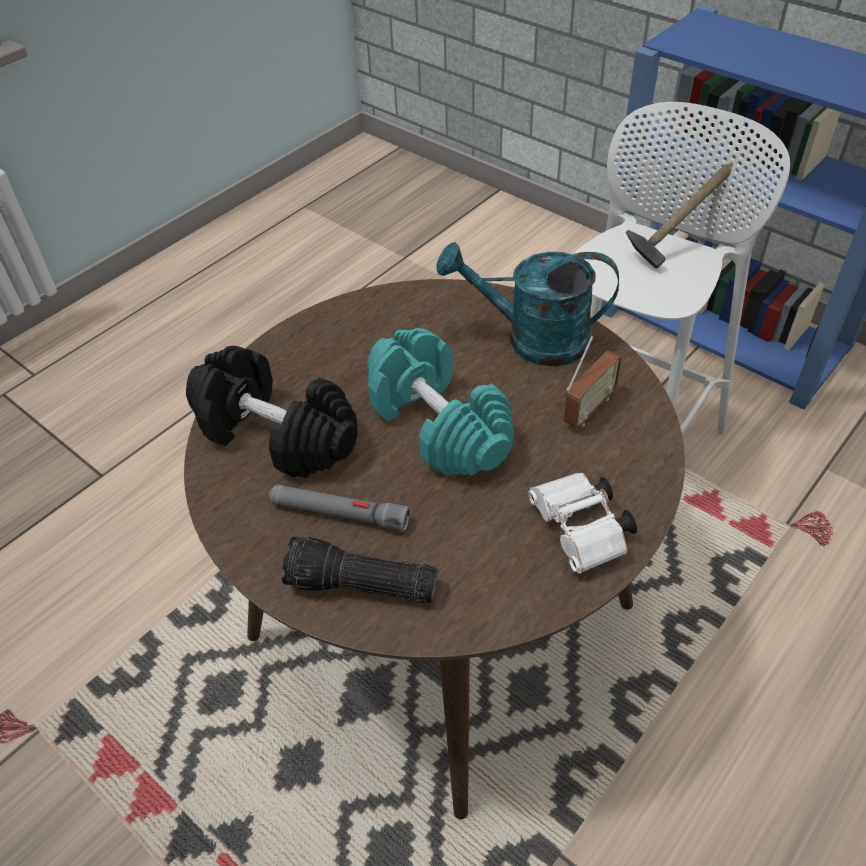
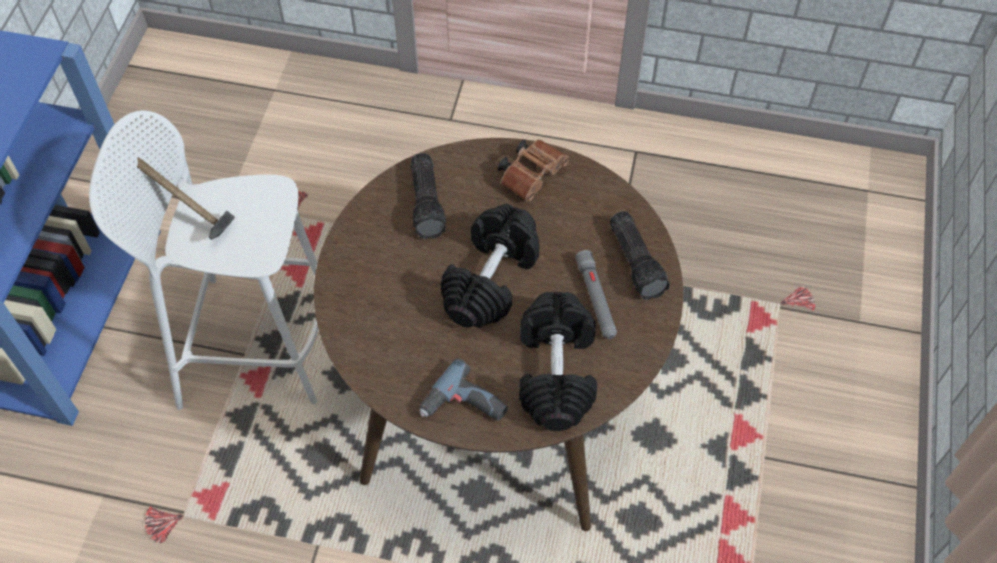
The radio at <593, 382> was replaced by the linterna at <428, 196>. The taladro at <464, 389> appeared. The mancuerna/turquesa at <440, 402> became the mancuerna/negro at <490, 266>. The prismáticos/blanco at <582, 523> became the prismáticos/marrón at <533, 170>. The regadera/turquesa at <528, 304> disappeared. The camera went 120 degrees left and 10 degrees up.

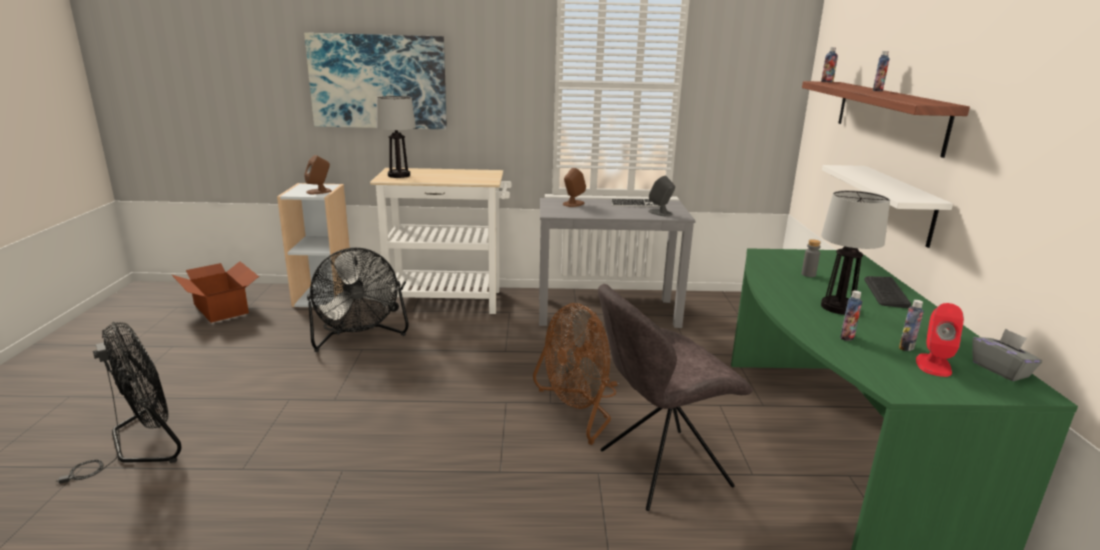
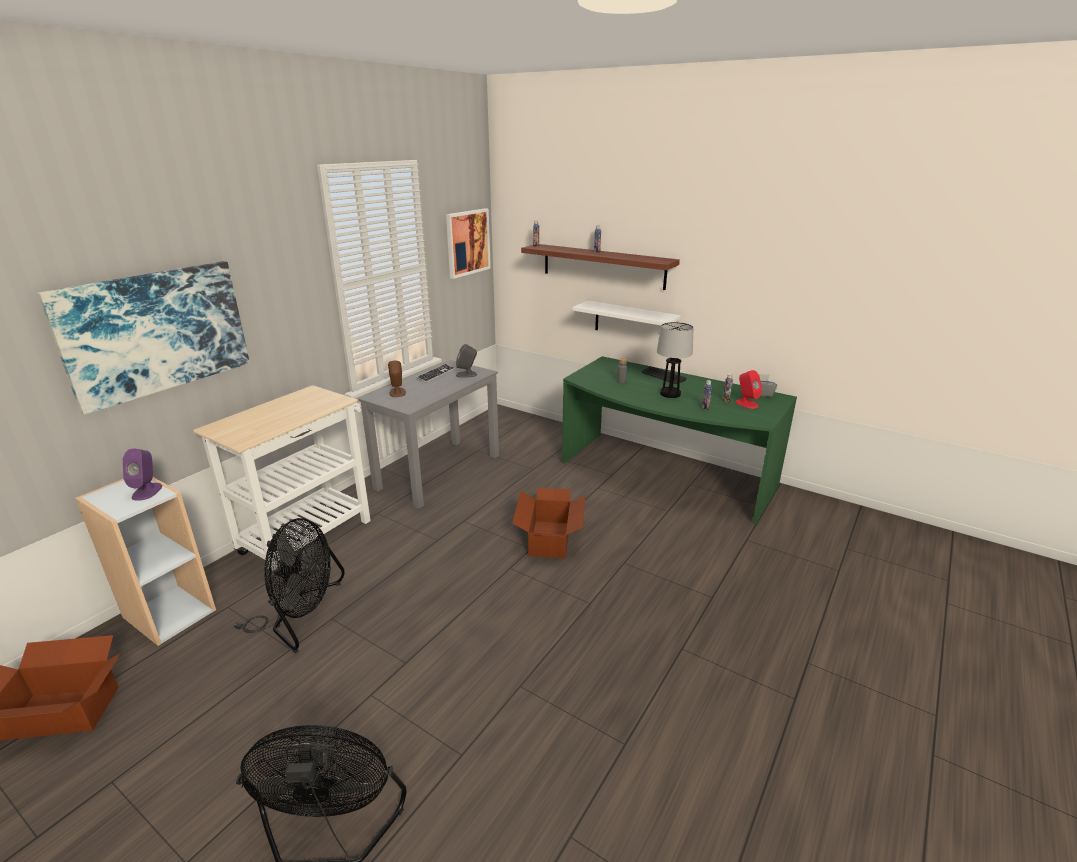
The altavoz/marrón at <318, 174> became the altavoz/morado at <142, 474>. The cuadro at <468, 243> appeared. The ventilador/marrón at <575, 374> was replaced by the caja de cartón at <549, 523>. The lámpara de mesa at <396, 137> disappeared. The silla/gris at <675, 397> disappeared. The camera went 55 degrees left and 5 degrees up.

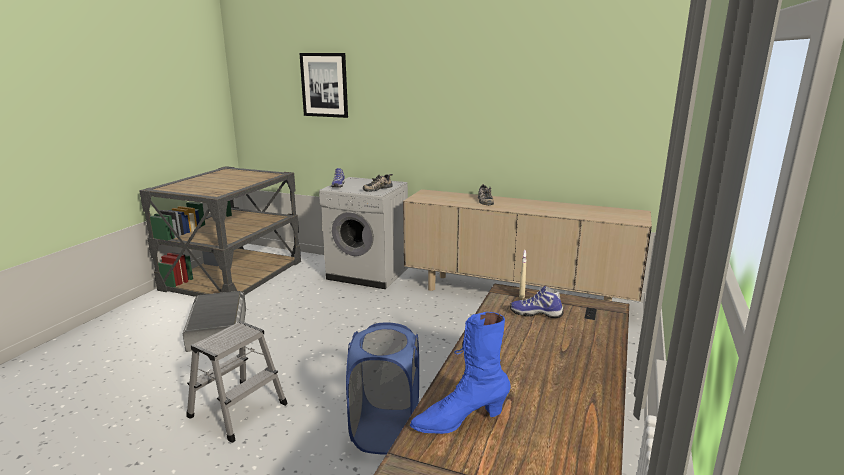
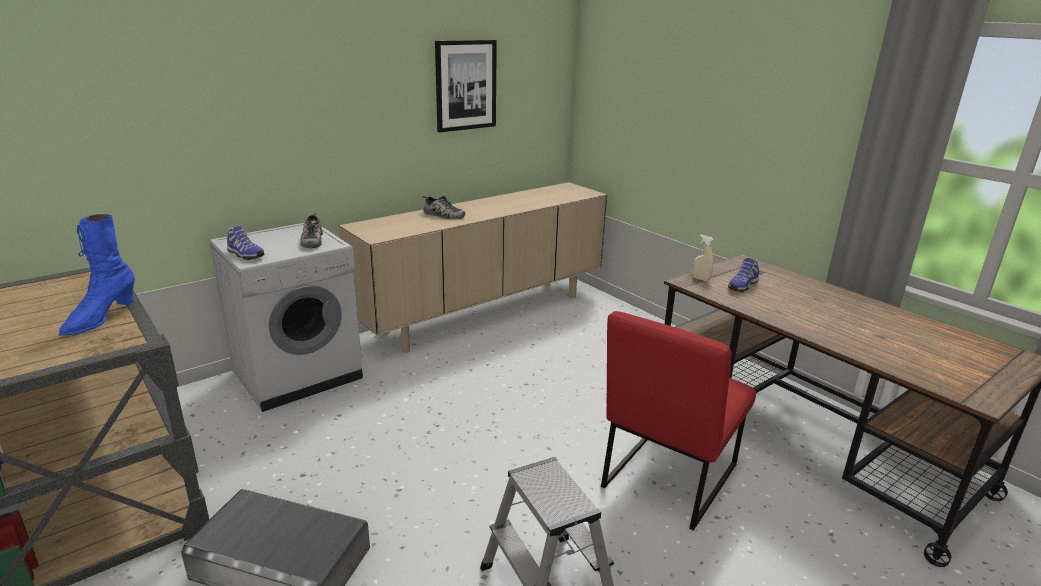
The bota/azul moved from <460, 373> to <97, 274>. The cuadro moved from <323, 85> to <466, 86>. The cesto de la ropa/azul at <382, 389> was replaced by the silla/rojo at <678, 421>. The camera went 60 degrees left and 5 degrees up.

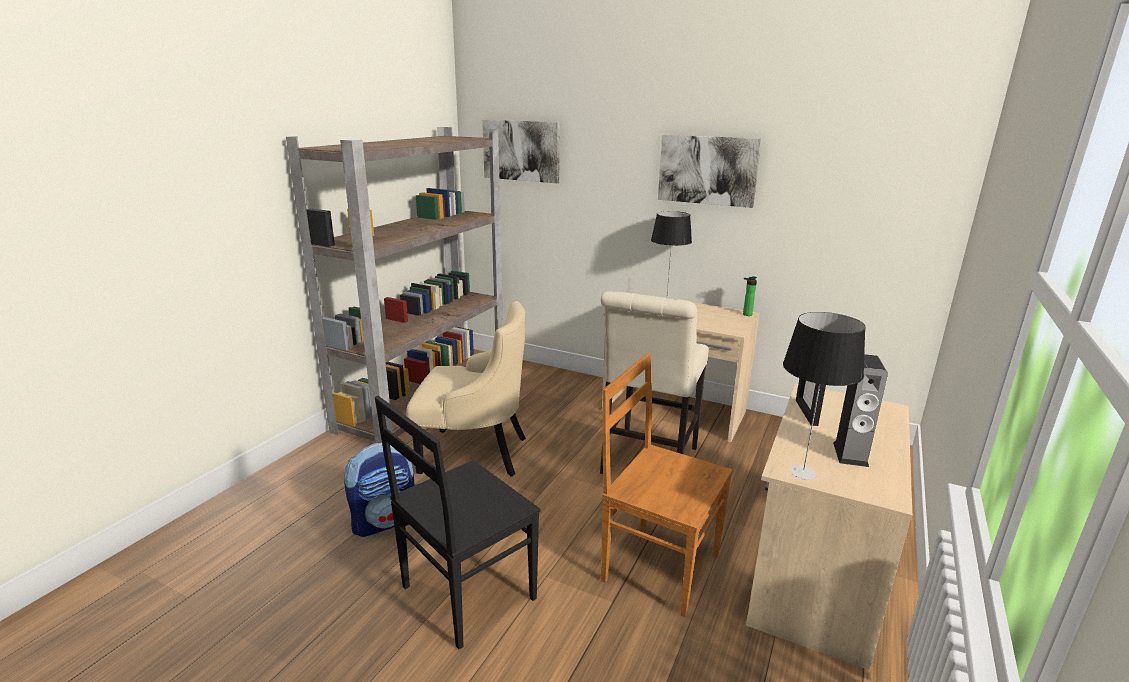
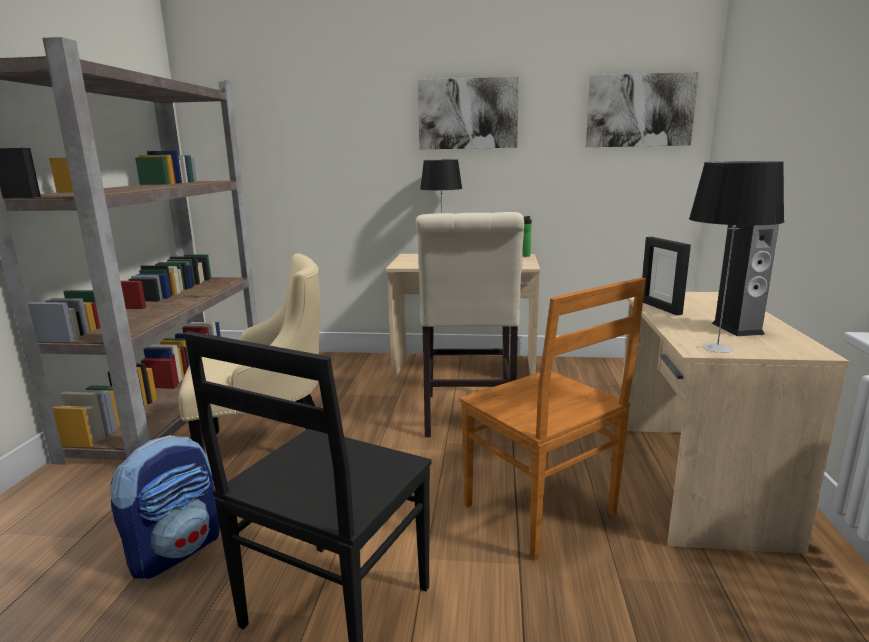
The silla/marrón at <667, 485> turned 135 degrees counterclockwise. The cuadro moved from <521, 151> to <642, 109>. The camera went 20 degrees left and 5 degrees down.

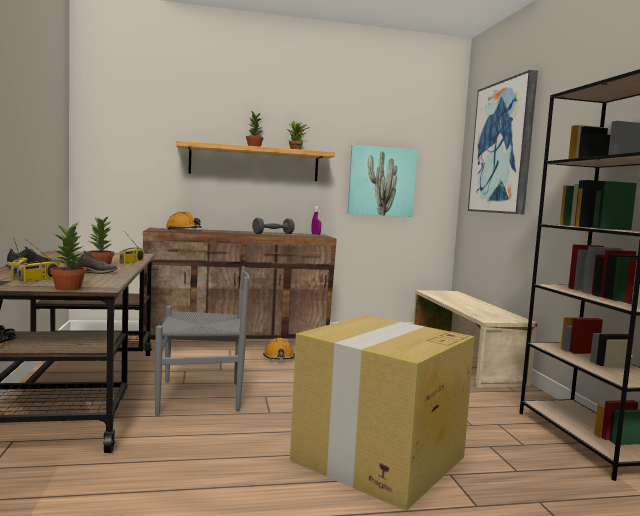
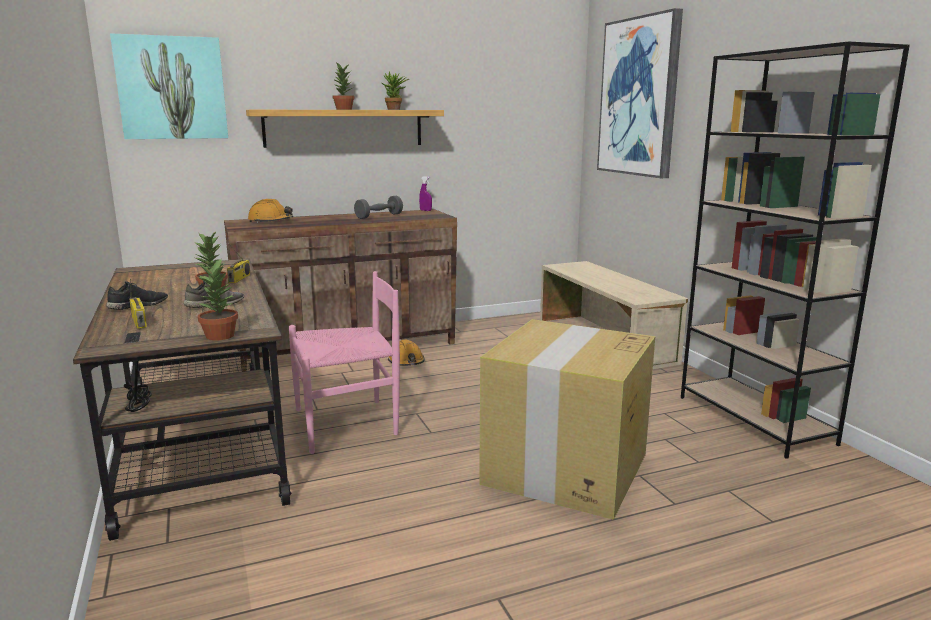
The cuadro moved from <382, 181> to <169, 86>. The silla/gris at <202, 341> became the silla/rosa at <344, 362>. The radio at <38, 261> disappeared. The camera went 10 degrees left and 10 degrees up.

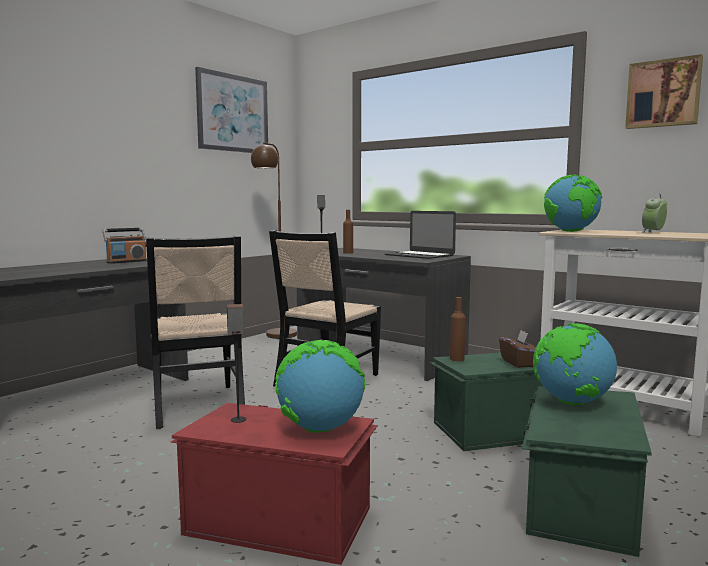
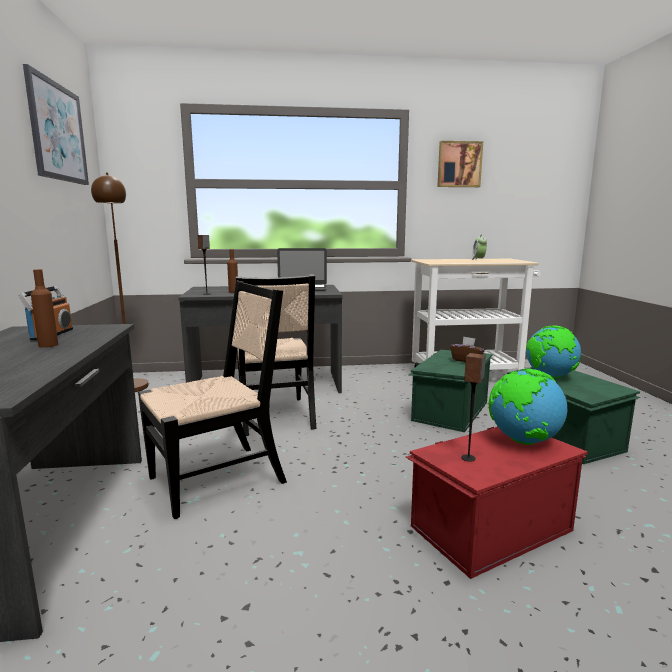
The botella/marrón moved from <458, 329> to <44, 308>. The silla at <195, 332> turned 60 degrees counterclockwise. The globo terráqueo at <573, 203> disappeared. The camera went 45 degrees left and 5 degrees up.

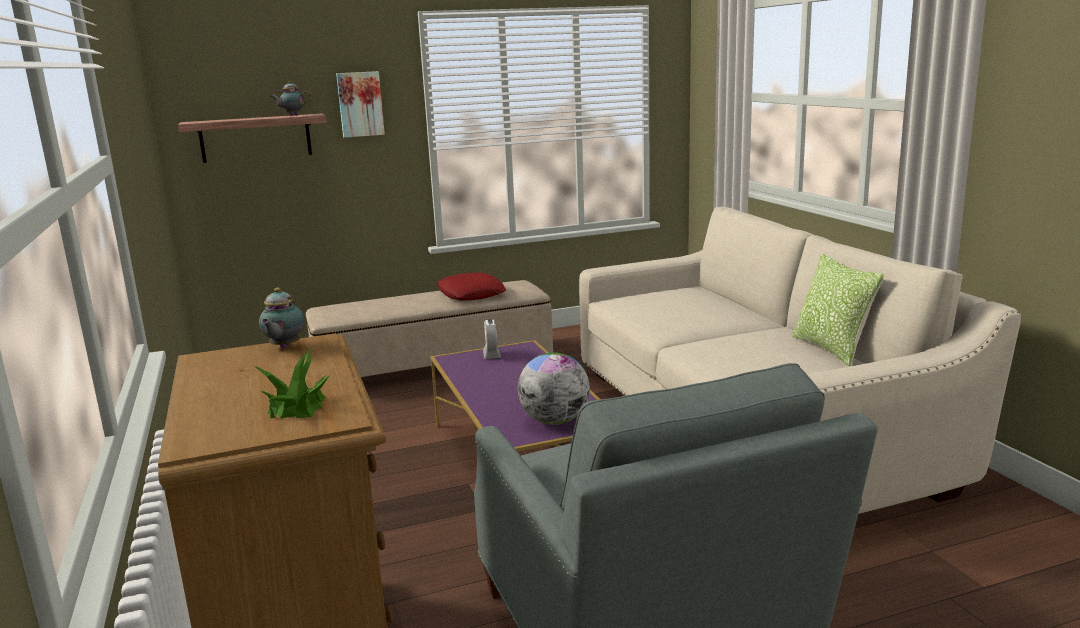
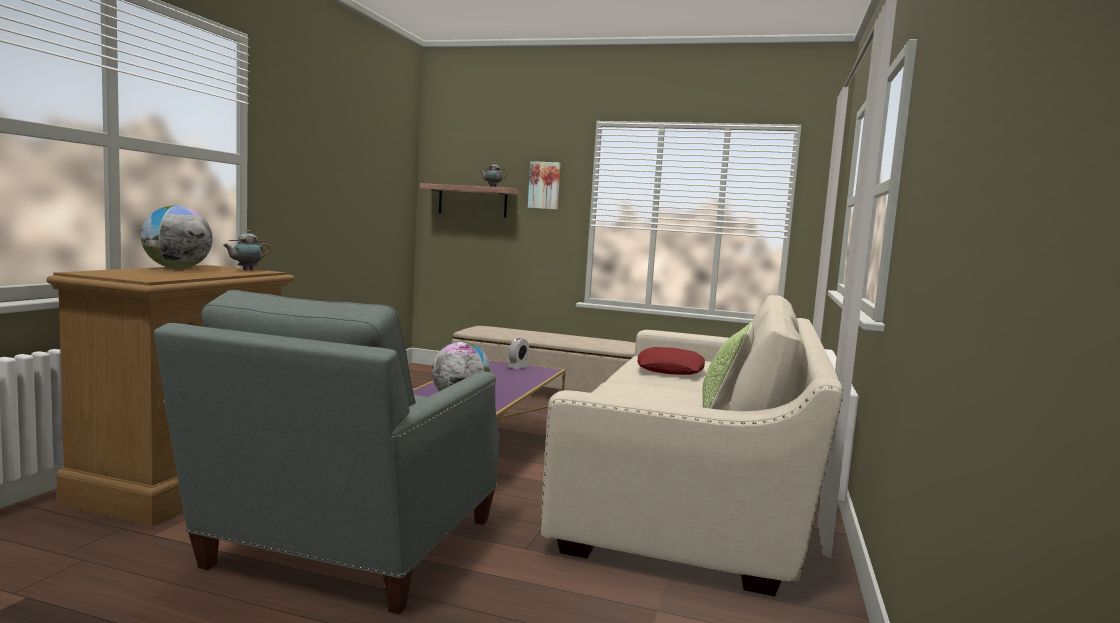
The globo terráqueo at <177, 237> appeared. The cojín/rojo moved from <471, 287> to <671, 361>. The planta en maceta at <291, 384> disappeared. The camera went 35 degrees right and 10 degrees down.

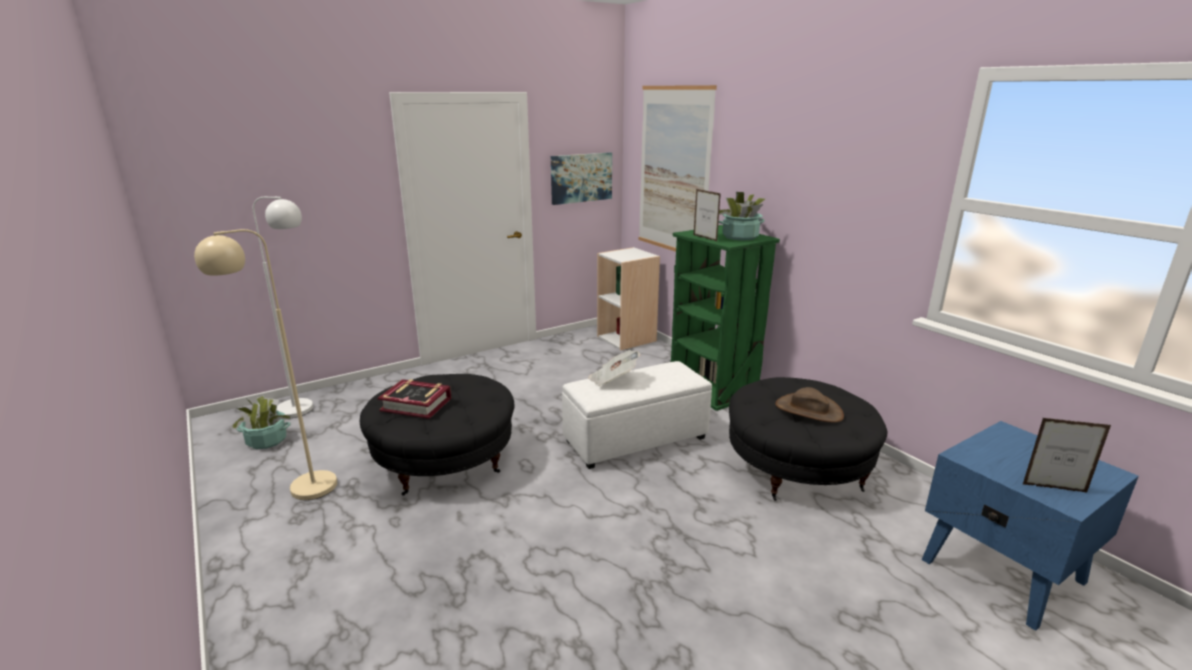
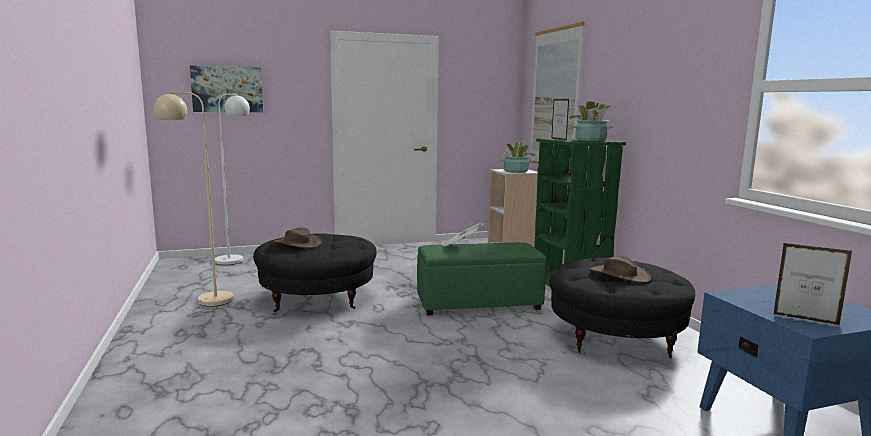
The cuadro moved from <581, 178> to <226, 89>. The libro at <414, 399> was replaced by the sombrero/marrón at <297, 238>. The puf/blanco at <637, 415> became the puf/verde at <481, 278>. The planta en maceta moved from <260, 422> to <518, 157>. The camera went 15 degrees right and 10 degrees down.

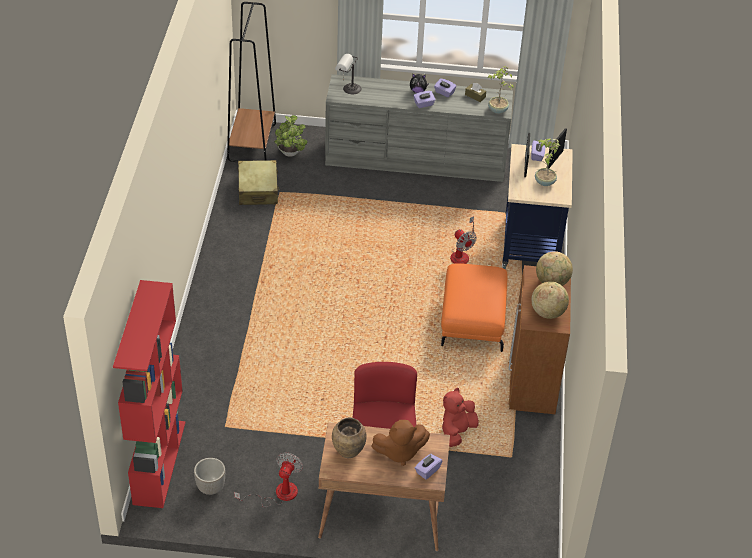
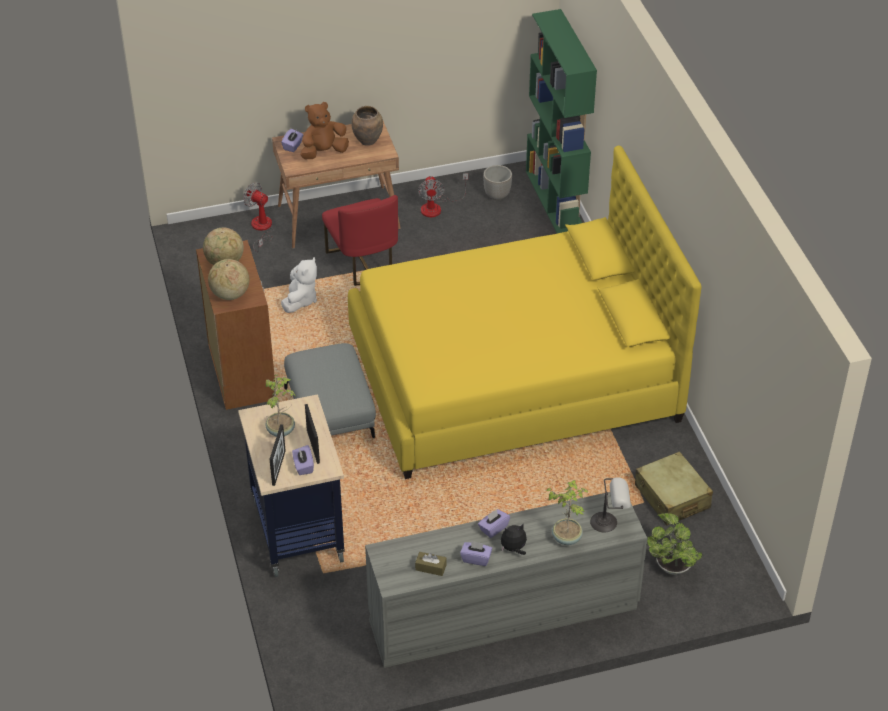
The ventilador moved from <463, 240> to <258, 217>. The peluche/rojo at <460, 417> became the peluche/blanco at <299, 285>. The puf/naranja at <474, 307> became the puf/gris at <330, 390>. The cama/amarillo at <524, 312> appeared. The estantería/rojo at <149, 394> became the estantería/verde at <561, 121>. The planta en maceta moved from <500, 90> to <567, 512>. The perchero at <251, 82> disappeared. The camera went 160 degrees right and 0 degrees up.

